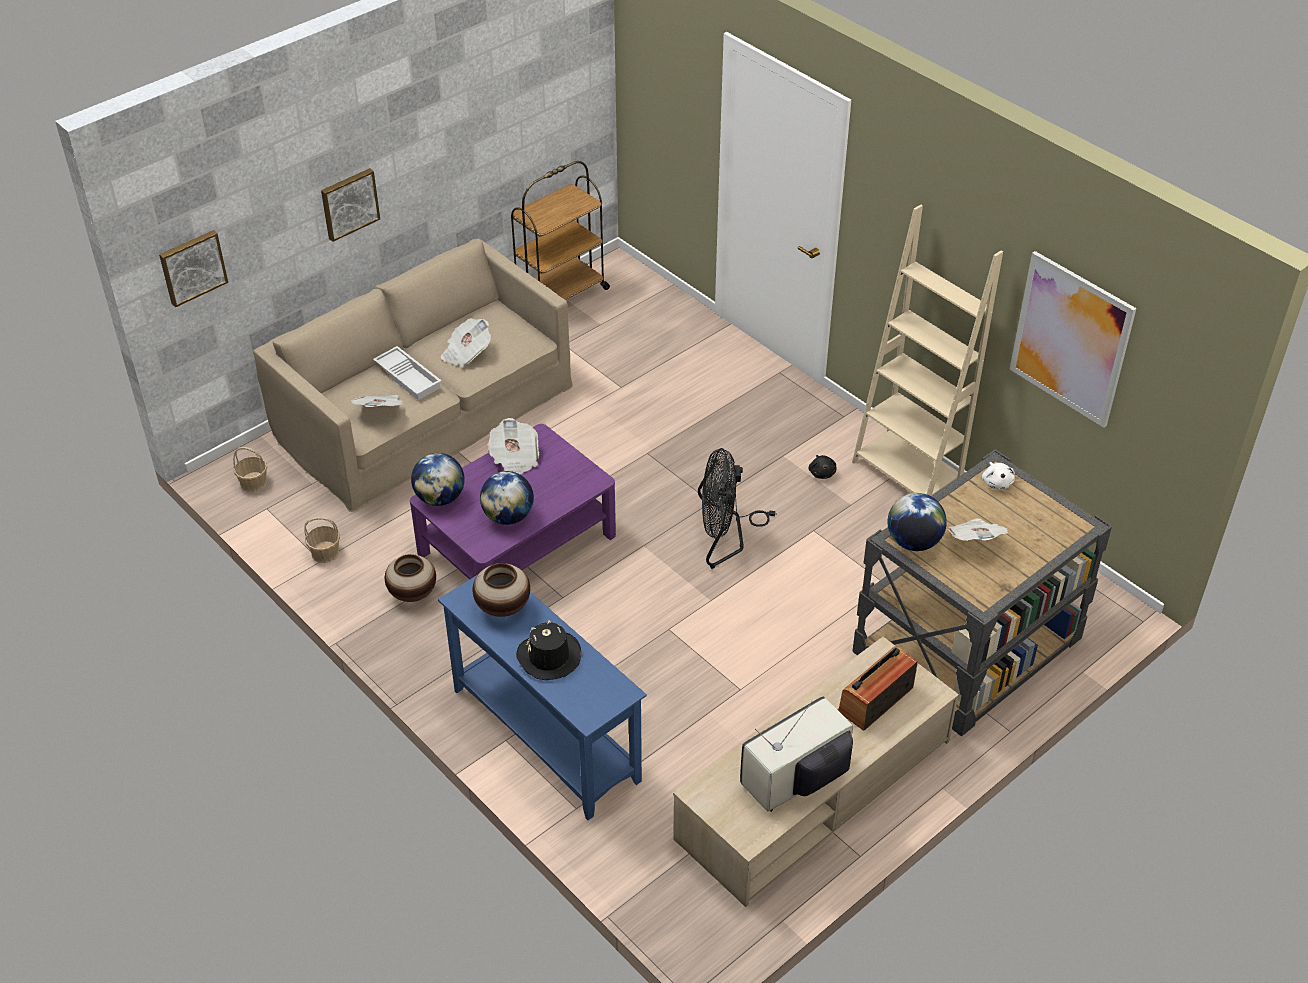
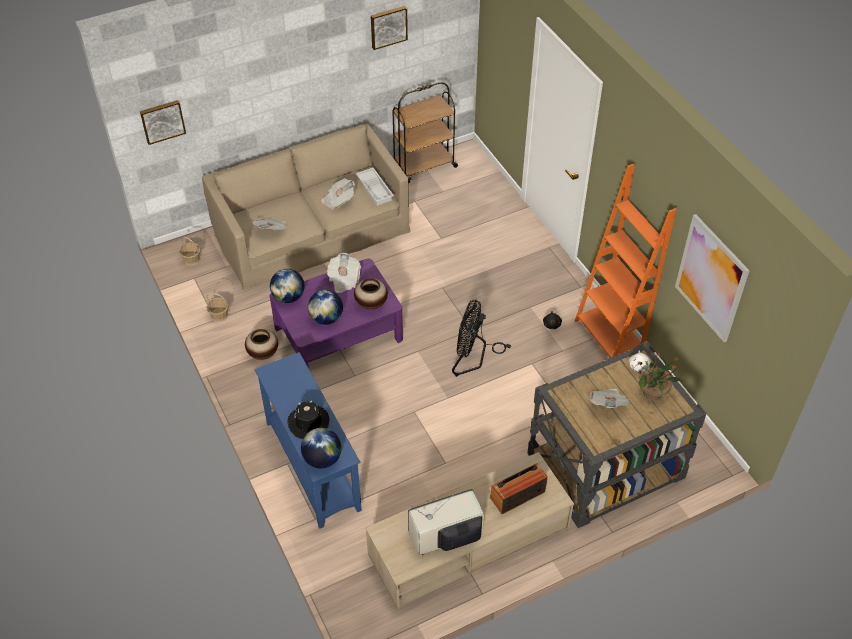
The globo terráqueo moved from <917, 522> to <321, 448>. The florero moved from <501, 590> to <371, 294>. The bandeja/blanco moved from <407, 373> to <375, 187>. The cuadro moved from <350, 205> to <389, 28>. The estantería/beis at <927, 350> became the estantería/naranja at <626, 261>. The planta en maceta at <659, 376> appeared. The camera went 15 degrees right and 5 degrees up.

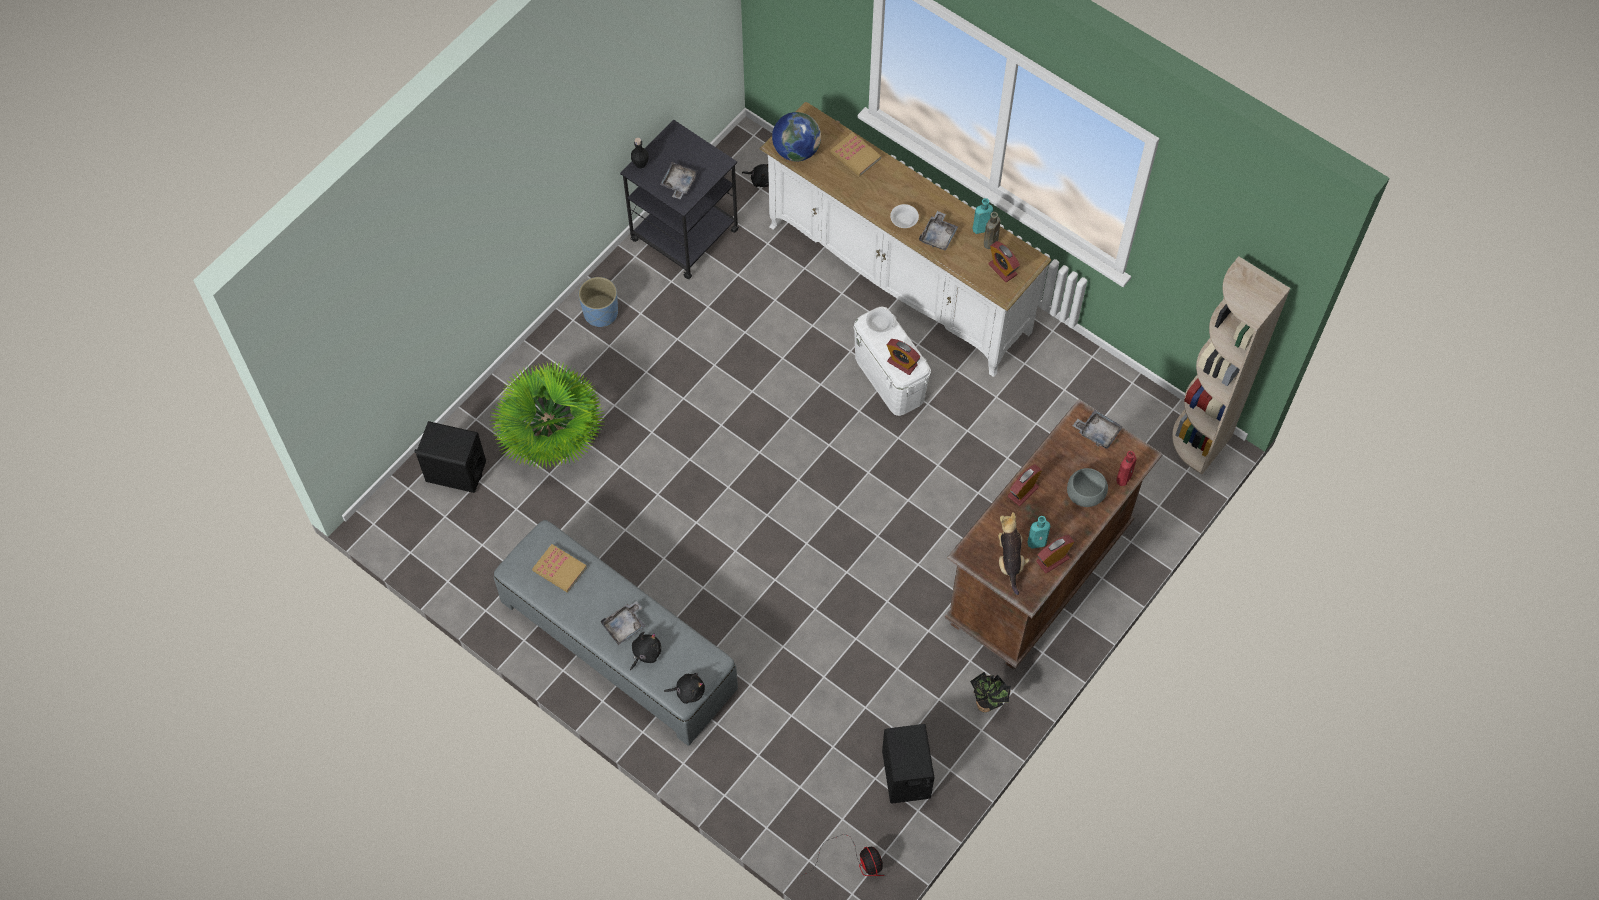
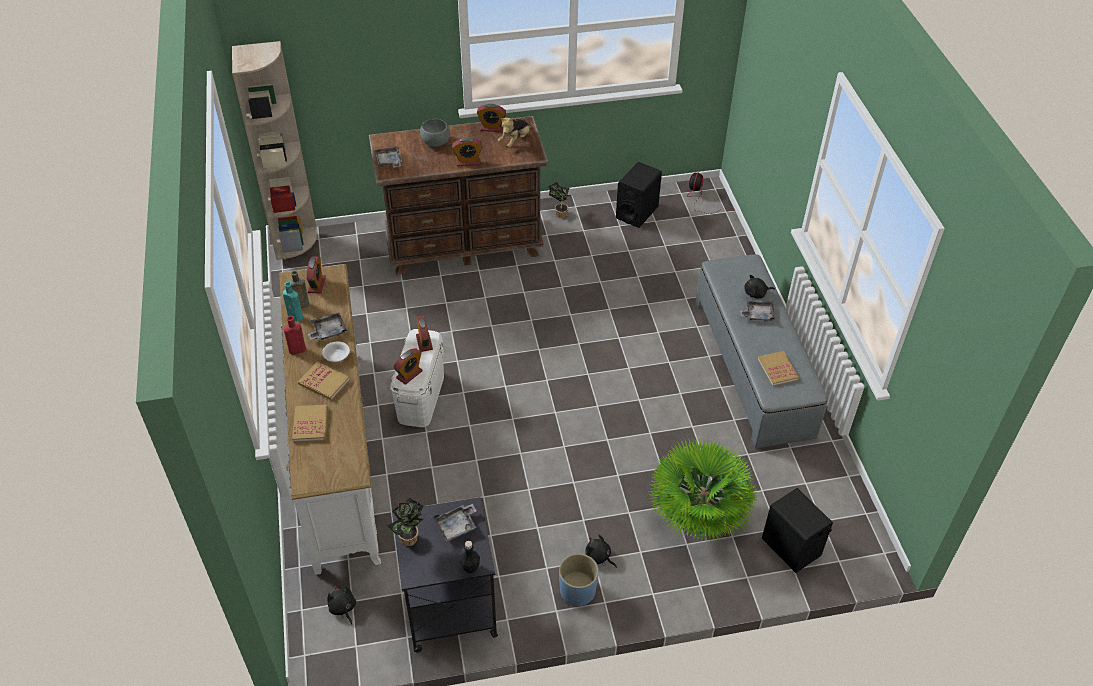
The botella/rojo moved from <1126, 468> to <295, 335>. The libro at <324, 381> appeared. The planta en maceta at <406, 522> appeared. The cuenco/blanco at <880, 320> was replaced by the despertador at <408, 367>. The peluche/negro moved from <684, 688> to <601, 551>. The globo terráqueo at <796, 137> disappeared. The botella/turquesa at <1038, 532> disappeared. The camera went 140 degrees left and 15 degrees down.

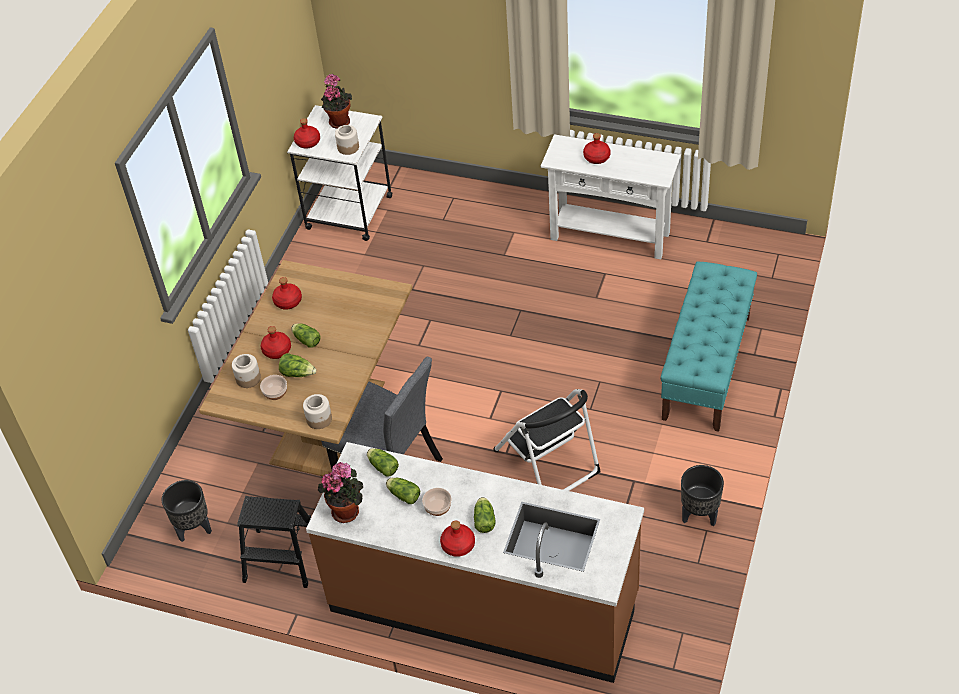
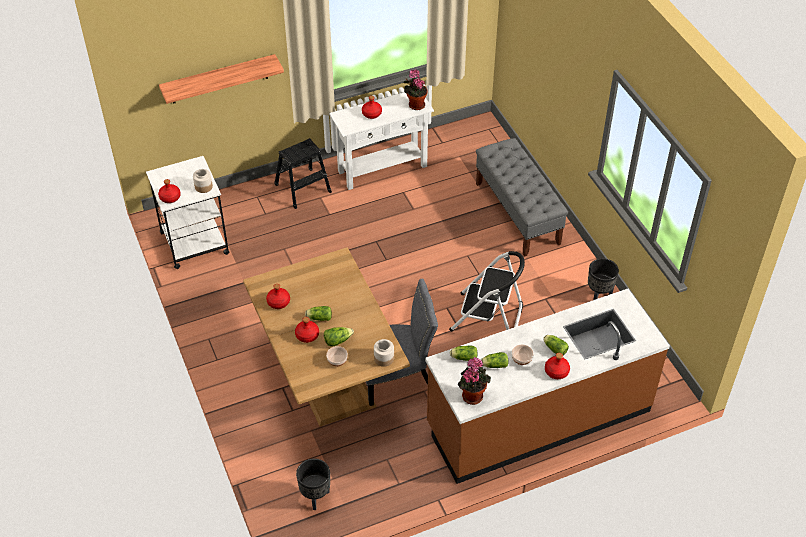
The estante at <221, 79> appeared. The escalera de tijera/negro moved from <274, 542> to <303, 173>. The planta en maceta moved from <336, 101> to <415, 89>. The banco/turquesa at <708, 347> became the banco/gris at <522, 197>. The tarro at <246, 371> disappeared. The camera went 45 degrees left and 0 degrees up.

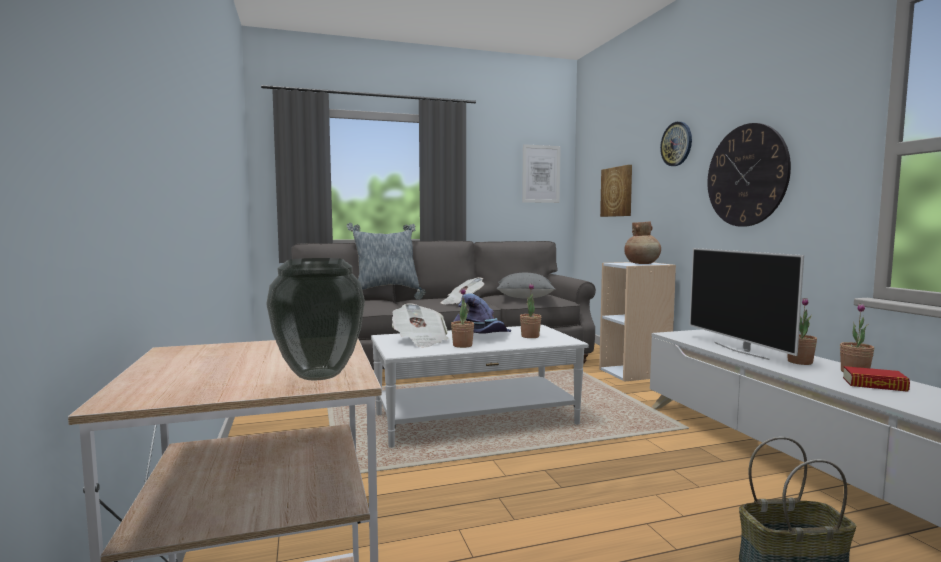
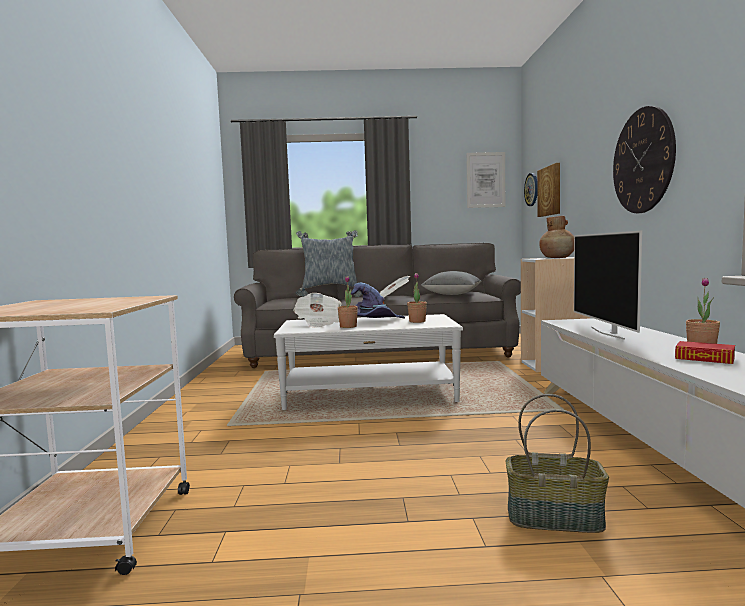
The reloj de pared moved from <676, 144> to <530, 189>. The florero at <315, 319> disappeared. The planta en maceta at <802, 331> disappeared. The camera went 15 degrees right and 0 degrees up.

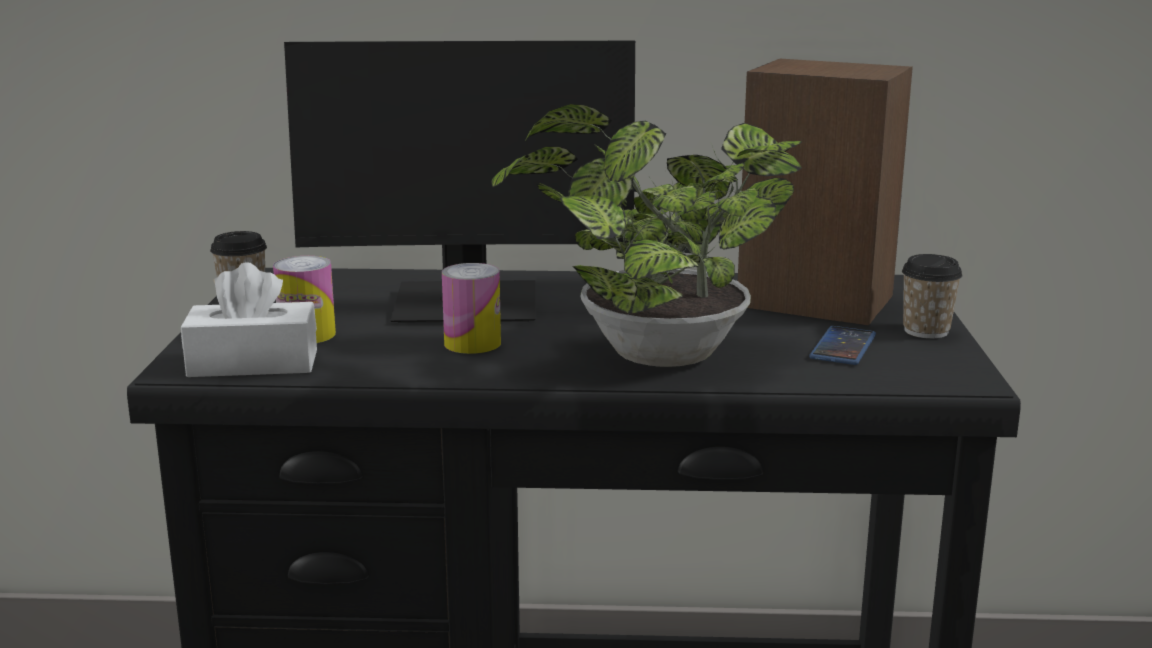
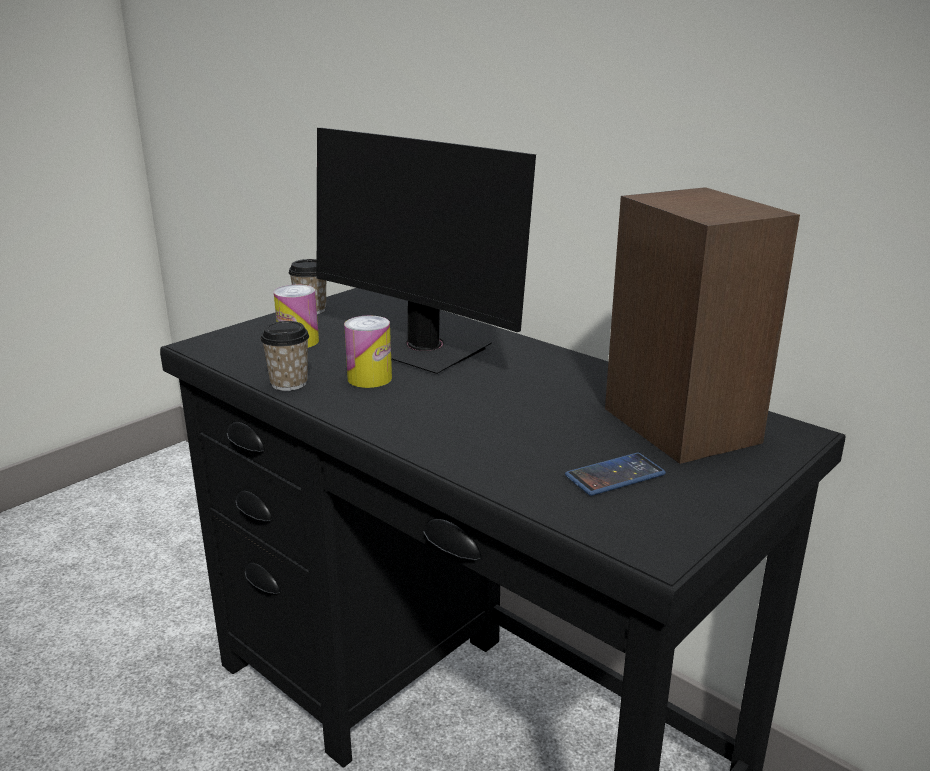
The taza moved from <932, 296> to <284, 356>. The caja de pañuelos/blanco at <249, 319> disappeared. The planta en maceta at <646, 235> disappeared. The camera went 40 degrees right and 5 degrees up.

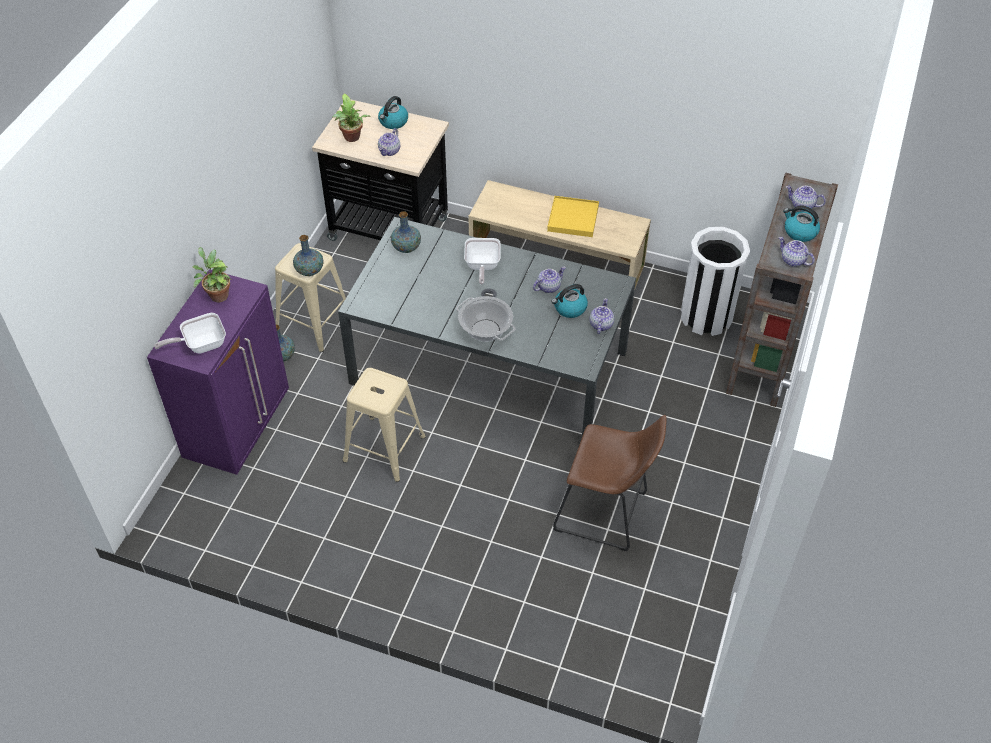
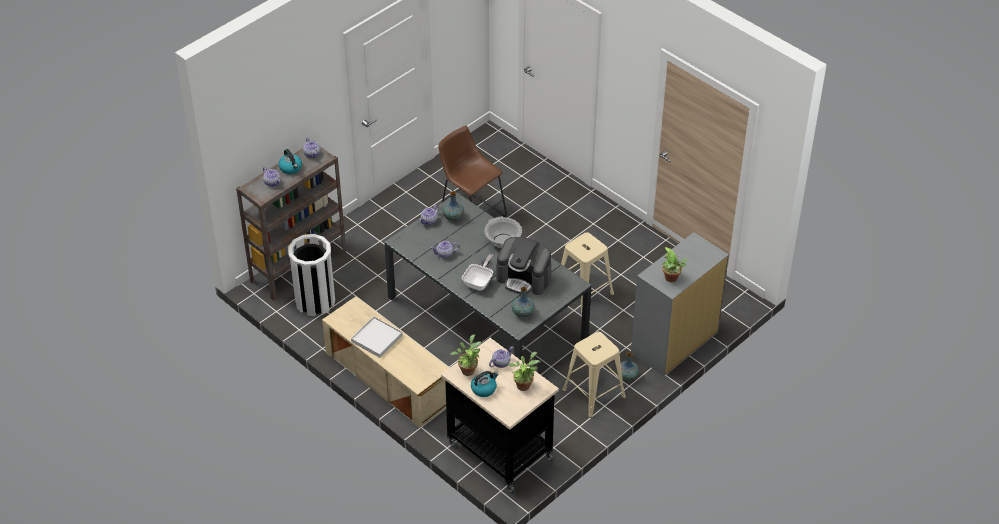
The bandeja/amarillo at <573, 216> became the bandeja/blanco at <377, 337>. The florero moved from <308, 255> to <453, 206>. The planta en maceta at <465, 355> appeared. The cafetera at <523, 266> appeared. The armario/morado at <218, 372> became the armario/gris at <680, 304>. The sartén at <190, 333> disappeared. The hervidor at <570, 301> disappeared. The camera went 155 degrees left and 5 degrees down.

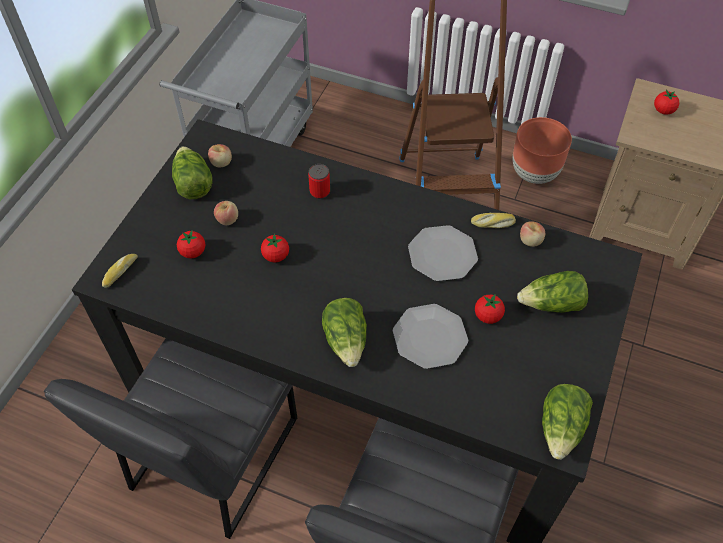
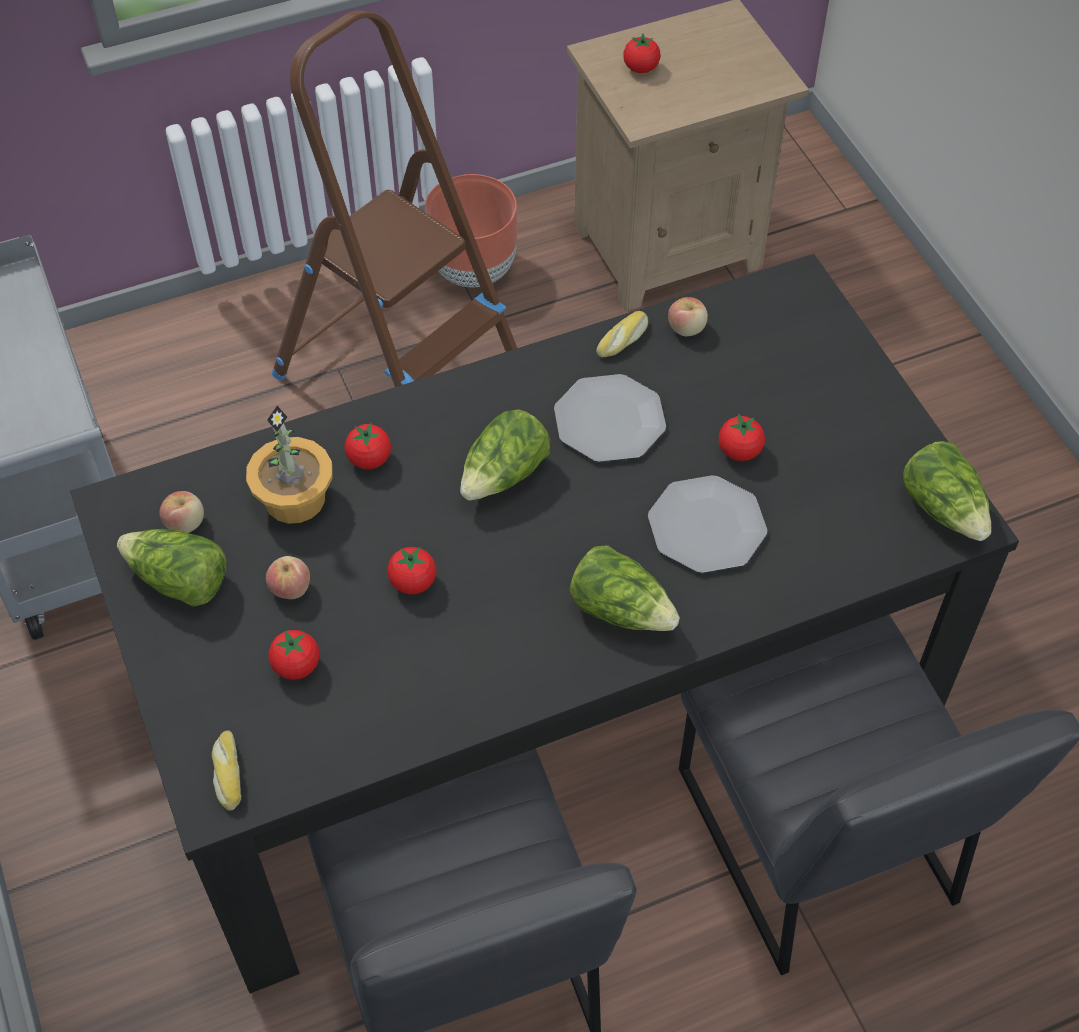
The planta en maceta at <289, 465> appeared. The lata at <319, 181> was replaced by the tomate at <367, 446>. The lechuga moved from <552, 292> to <505, 455>. The camera went 45 degrees left and 0 degrees up.

